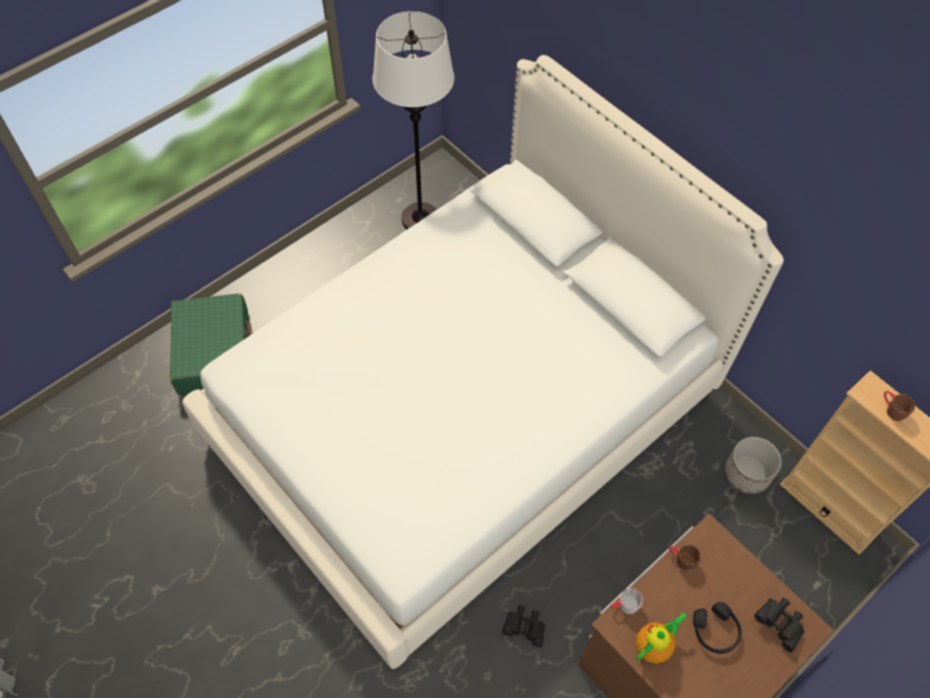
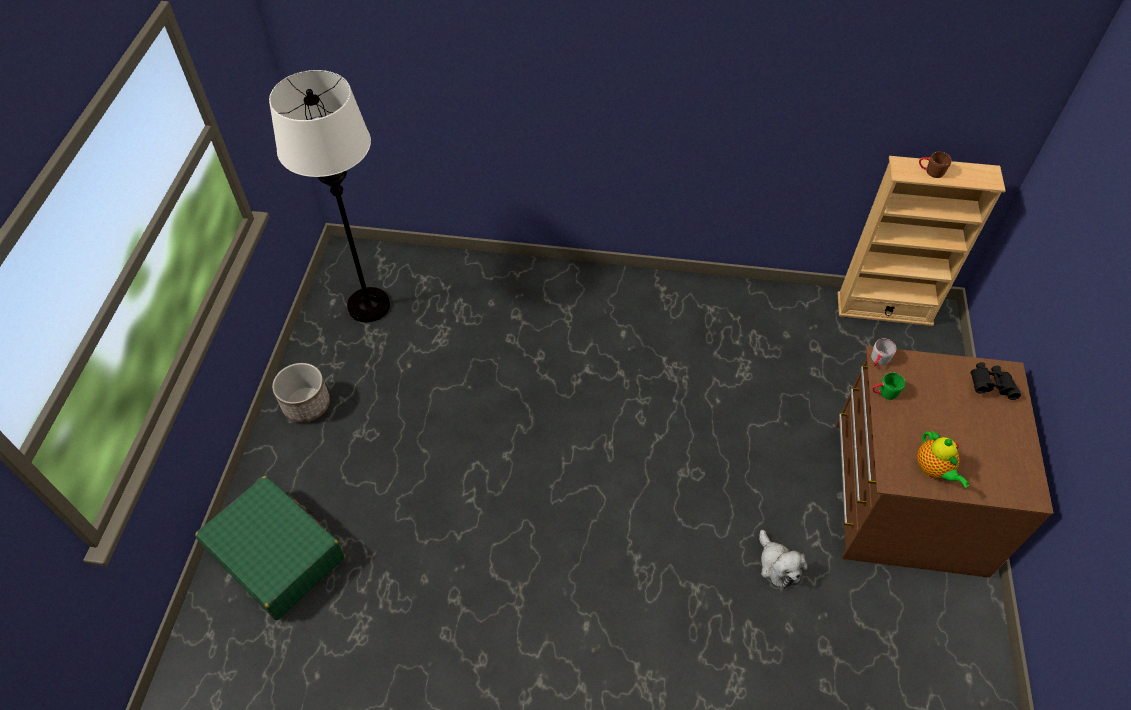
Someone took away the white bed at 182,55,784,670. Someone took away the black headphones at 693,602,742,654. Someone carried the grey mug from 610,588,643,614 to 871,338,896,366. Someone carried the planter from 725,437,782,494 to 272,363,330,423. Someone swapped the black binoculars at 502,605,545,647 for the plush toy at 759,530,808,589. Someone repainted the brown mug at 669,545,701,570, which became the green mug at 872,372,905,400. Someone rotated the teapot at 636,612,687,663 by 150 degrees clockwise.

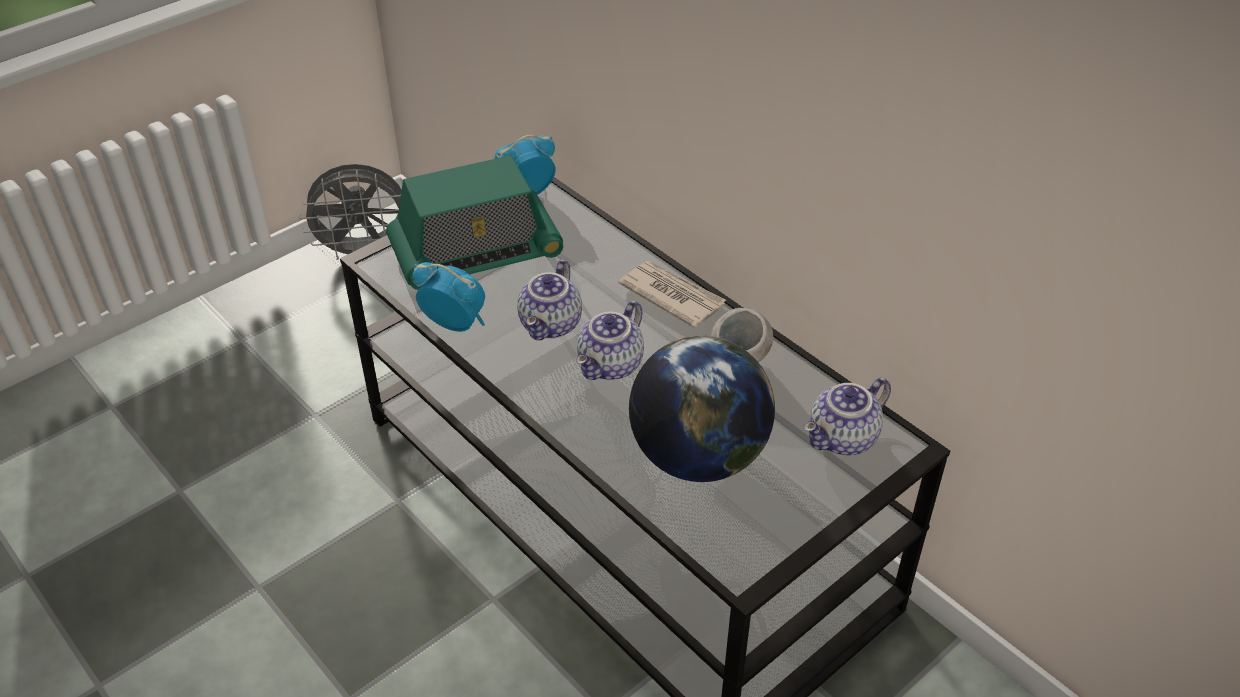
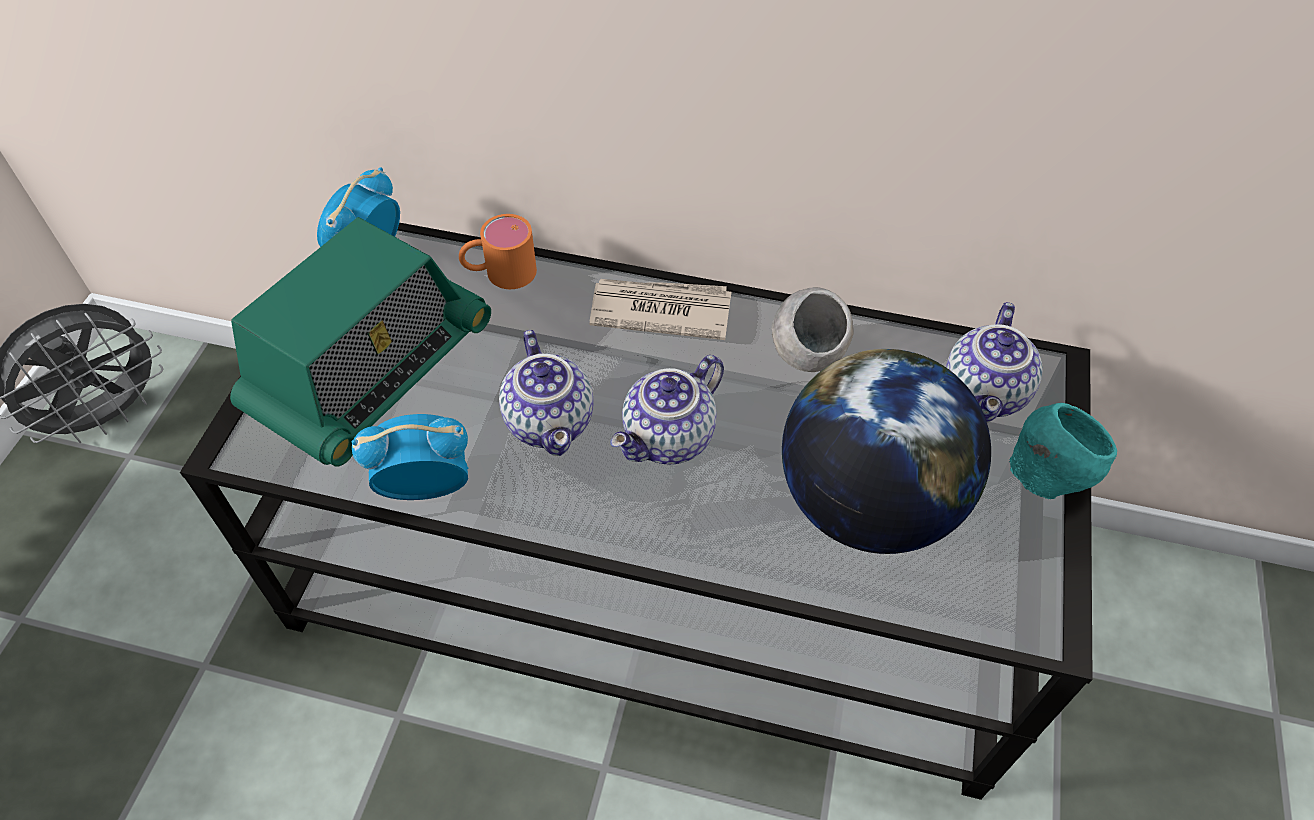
Someone put down the orange mug at 459,214,537,289. Someone put down the turquoise bowl at 1009,403,1117,499. Someone rotated the teapot at 576,301,644,380 by 45 degrees clockwise.

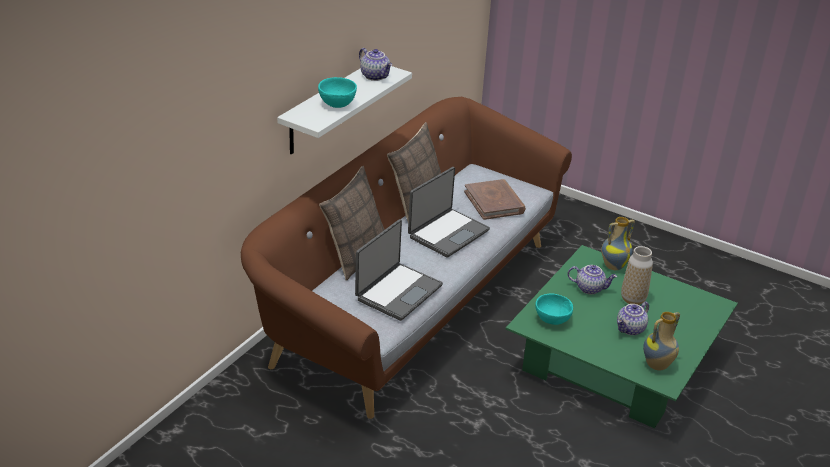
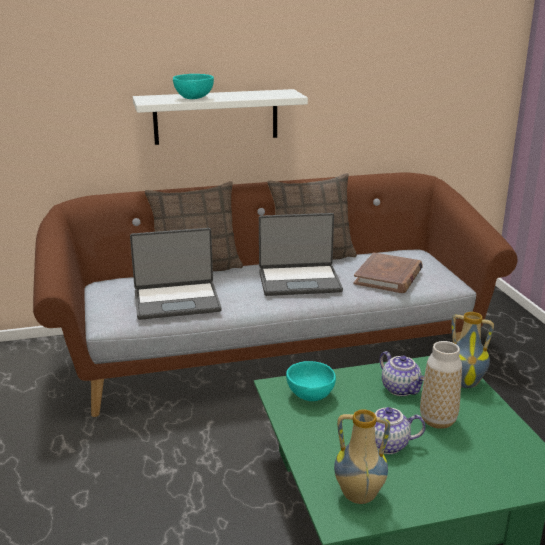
Someone took away the teapot at 359,48,392,81.

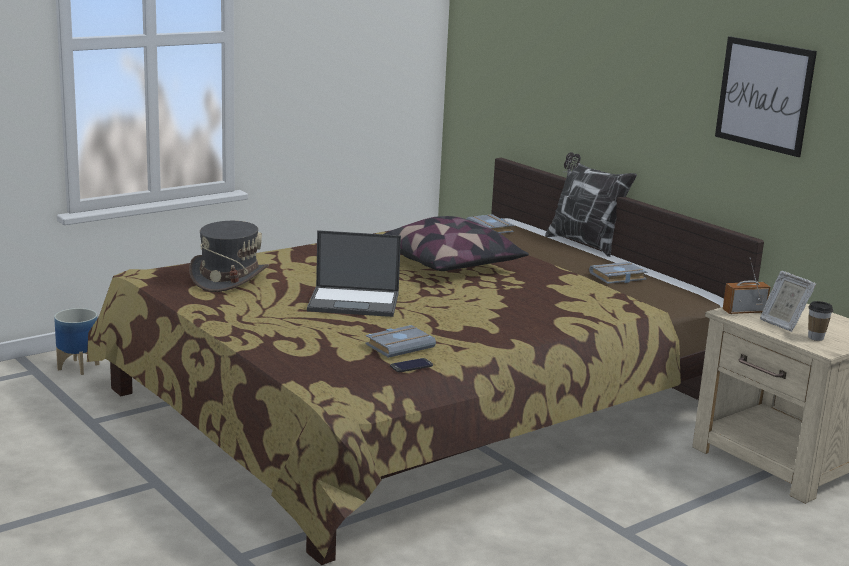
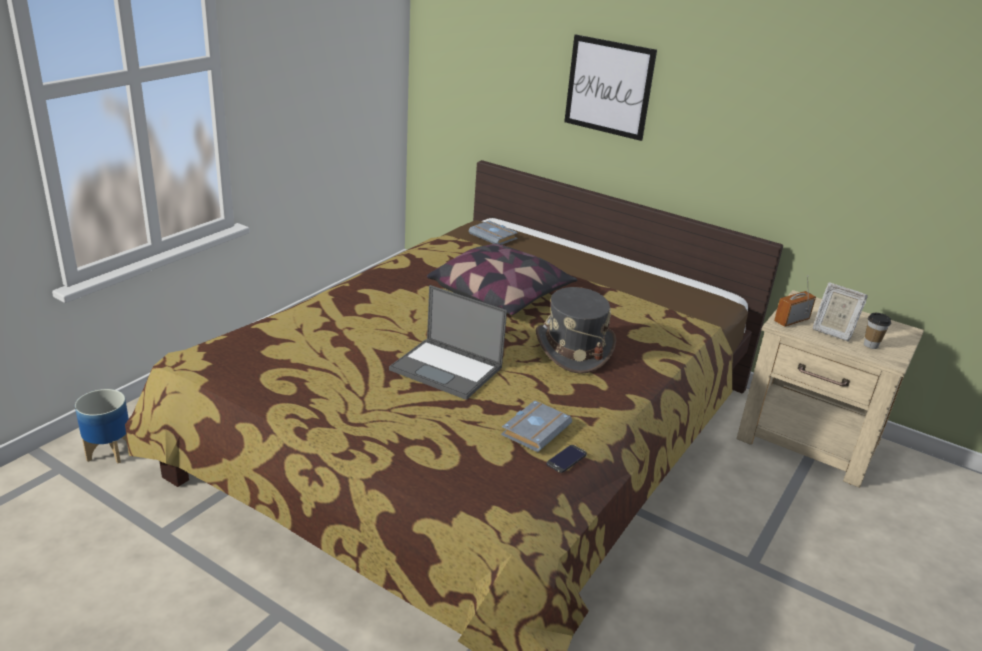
Someone took away the pillow at 545,152,637,257. Someone took away the grey book at 589,262,647,284. Someone carried the grey hat from 189,221,269,292 to 536,287,616,374. Someone carried the picture from 715,36,817,157 to 564,35,657,141. Someone rotated the laptop at 307,230,401,317 by 45 degrees clockwise.

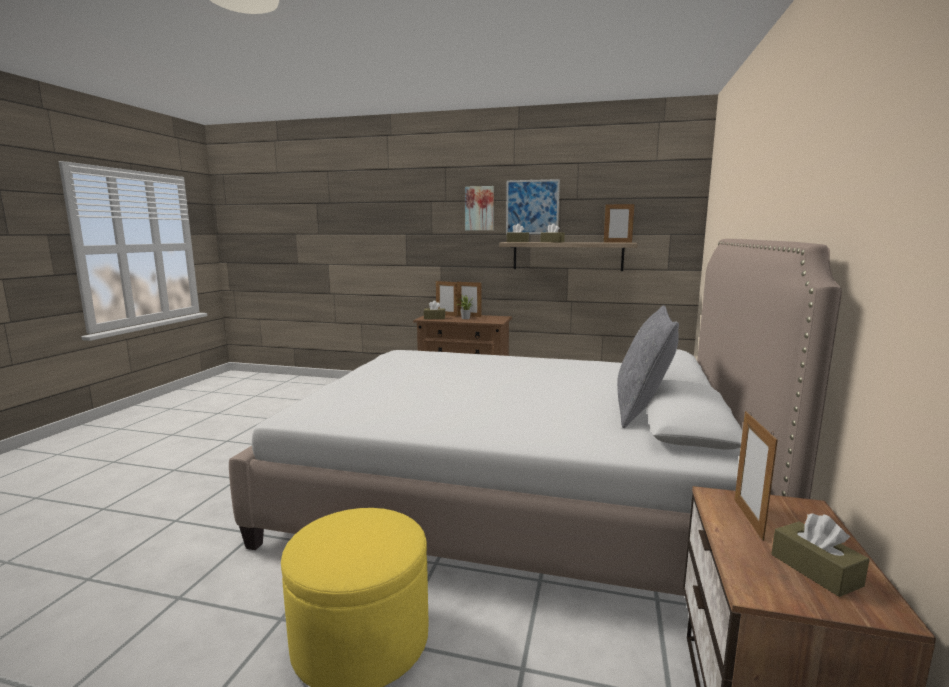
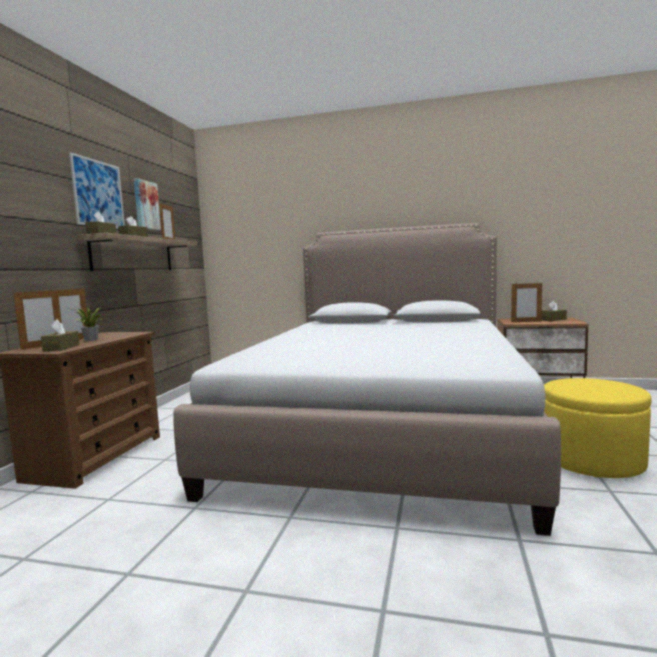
Someone took away the grey pillow at 617,305,679,428. Someone carried the picture from 465,186,494,230 to 134,178,161,230.

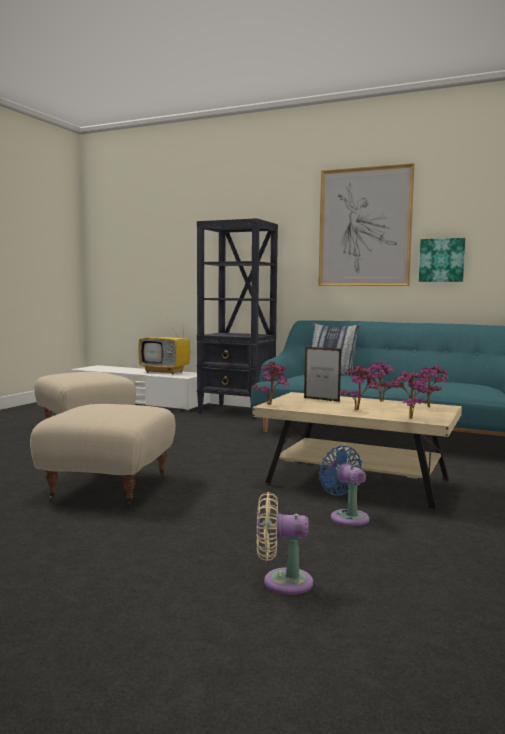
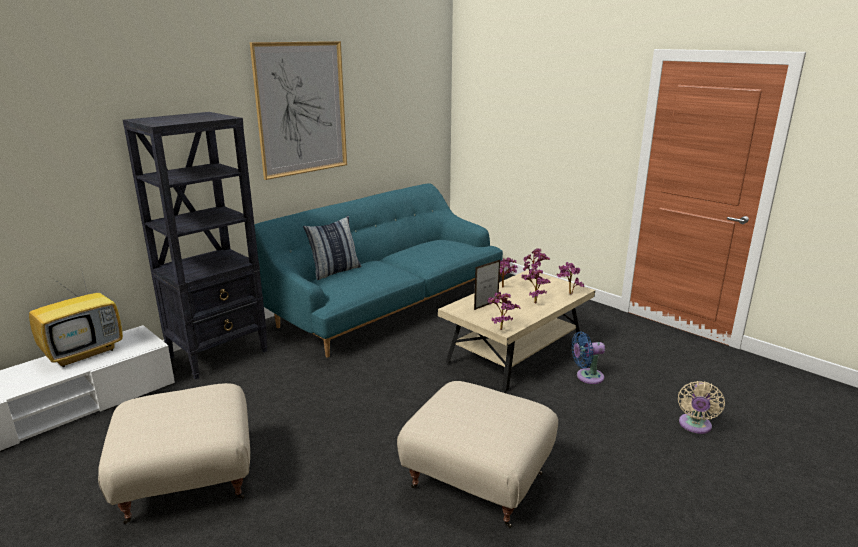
Someone took away the picture at 419,238,465,282.

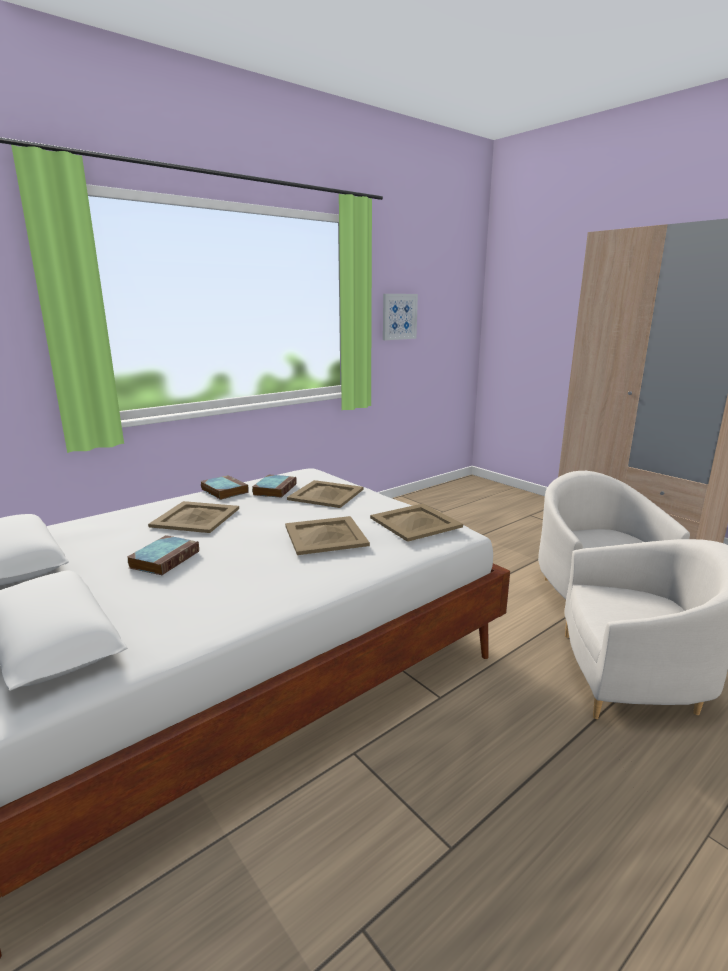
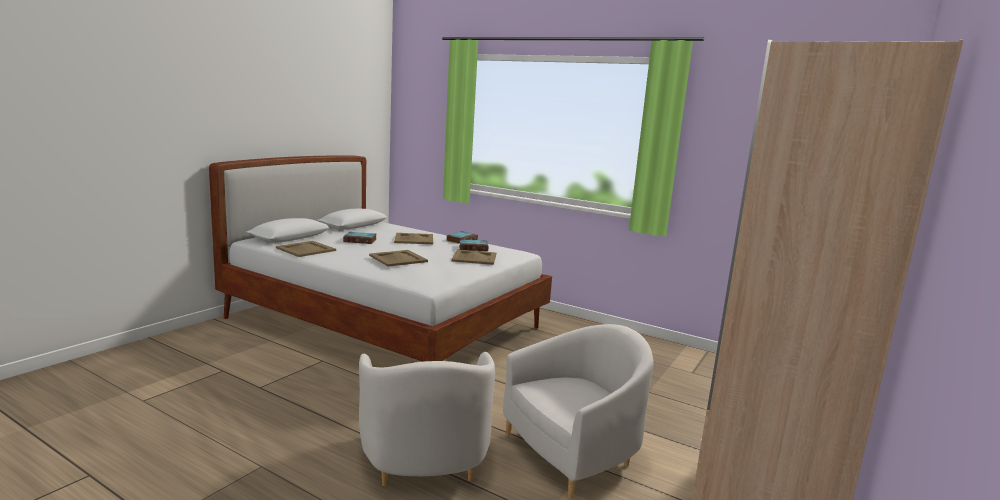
Someone took away the picture at 383,294,418,340. Someone carried the beige tray from 370,503,463,542 to 276,241,336,257.

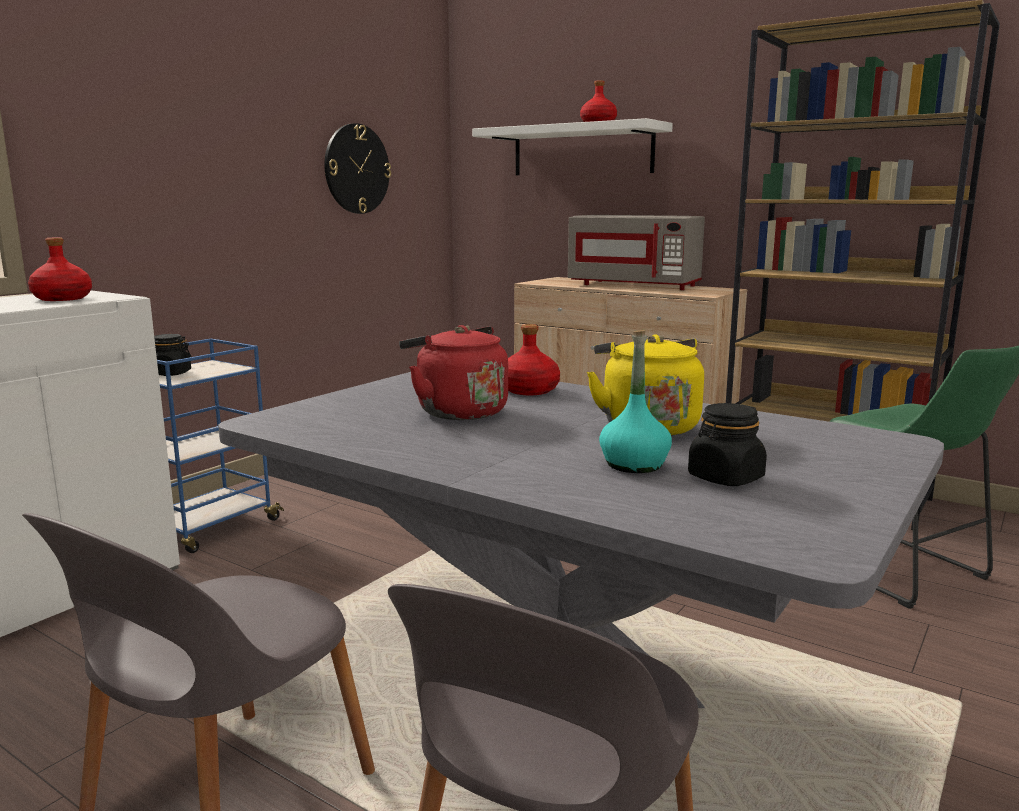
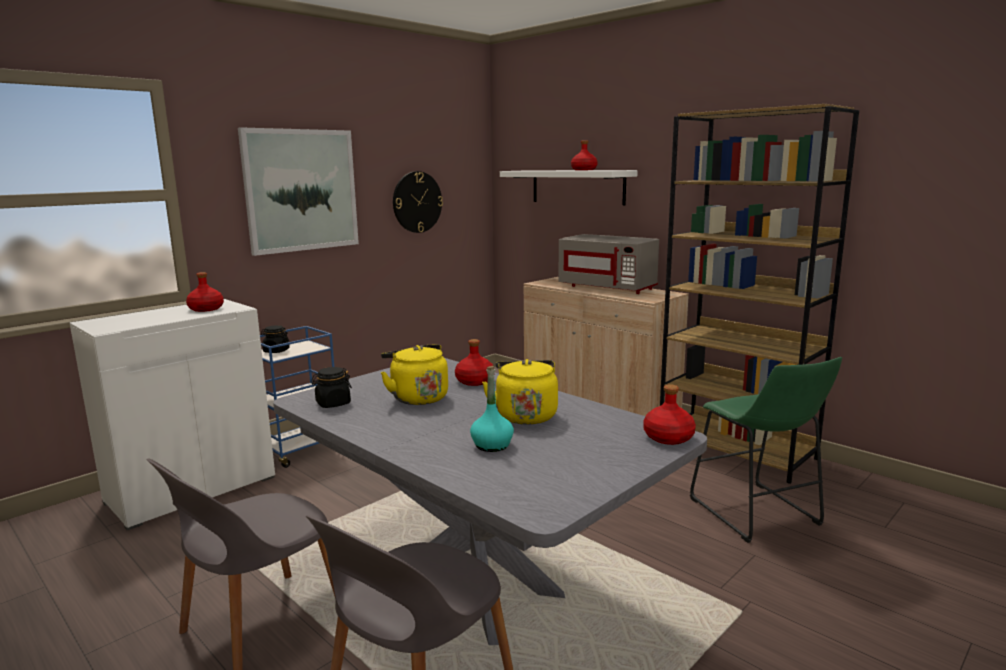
Someone put up the picture at 238,127,359,256. Someone put down the red bottle at 643,384,696,445. Someone carried the black jar from 688,403,767,486 to 311,367,352,408. Someone repainted the red kettle at 399,325,508,420, which became the yellow kettle at 380,344,448,405.

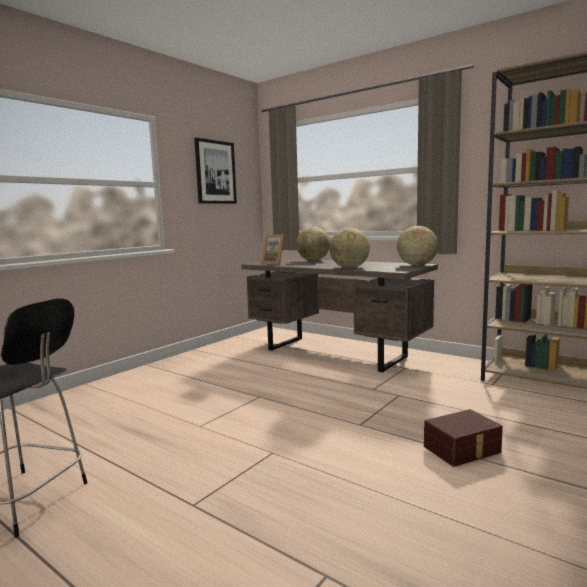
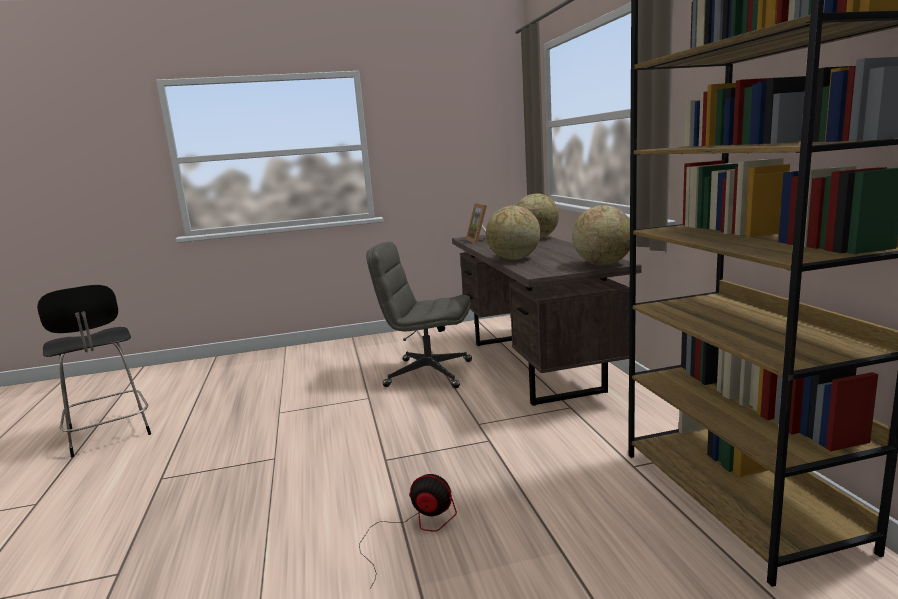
Someone took away the picture at 194,138,237,204. Someone put down the grey office chair at 366,241,472,388. Someone swapped the brown storage box at 424,409,503,467 for the fan at 359,474,457,589.

